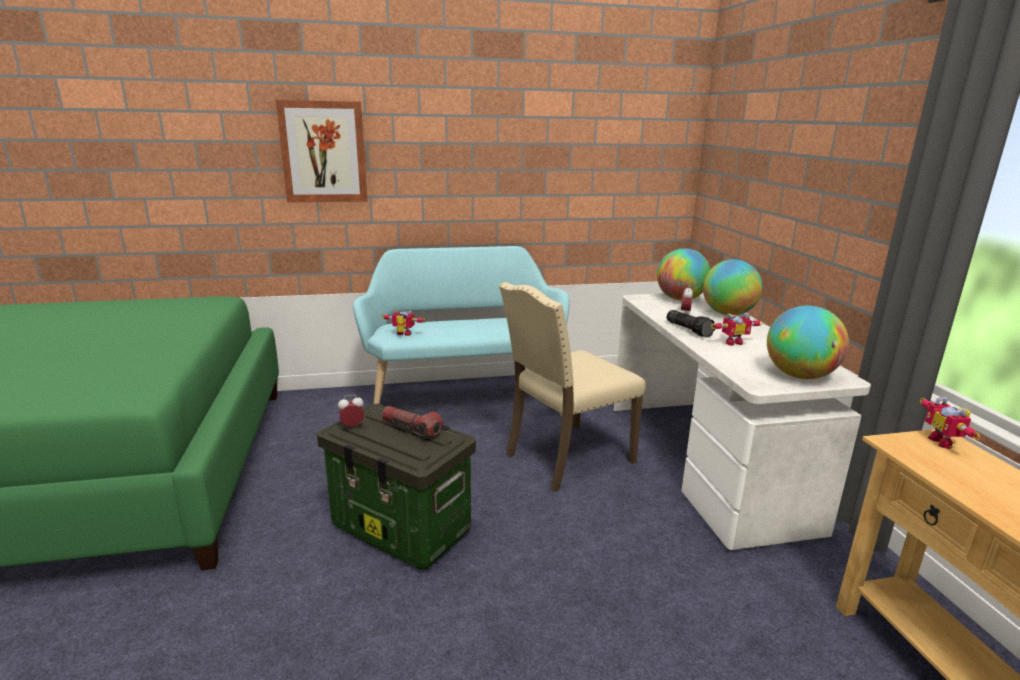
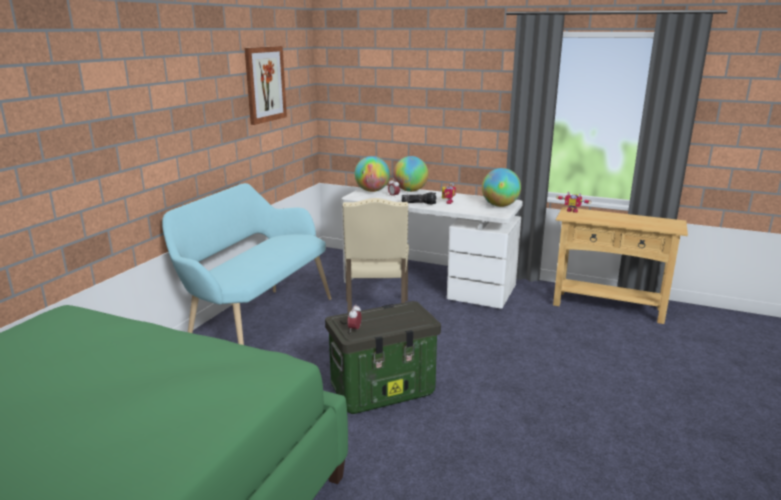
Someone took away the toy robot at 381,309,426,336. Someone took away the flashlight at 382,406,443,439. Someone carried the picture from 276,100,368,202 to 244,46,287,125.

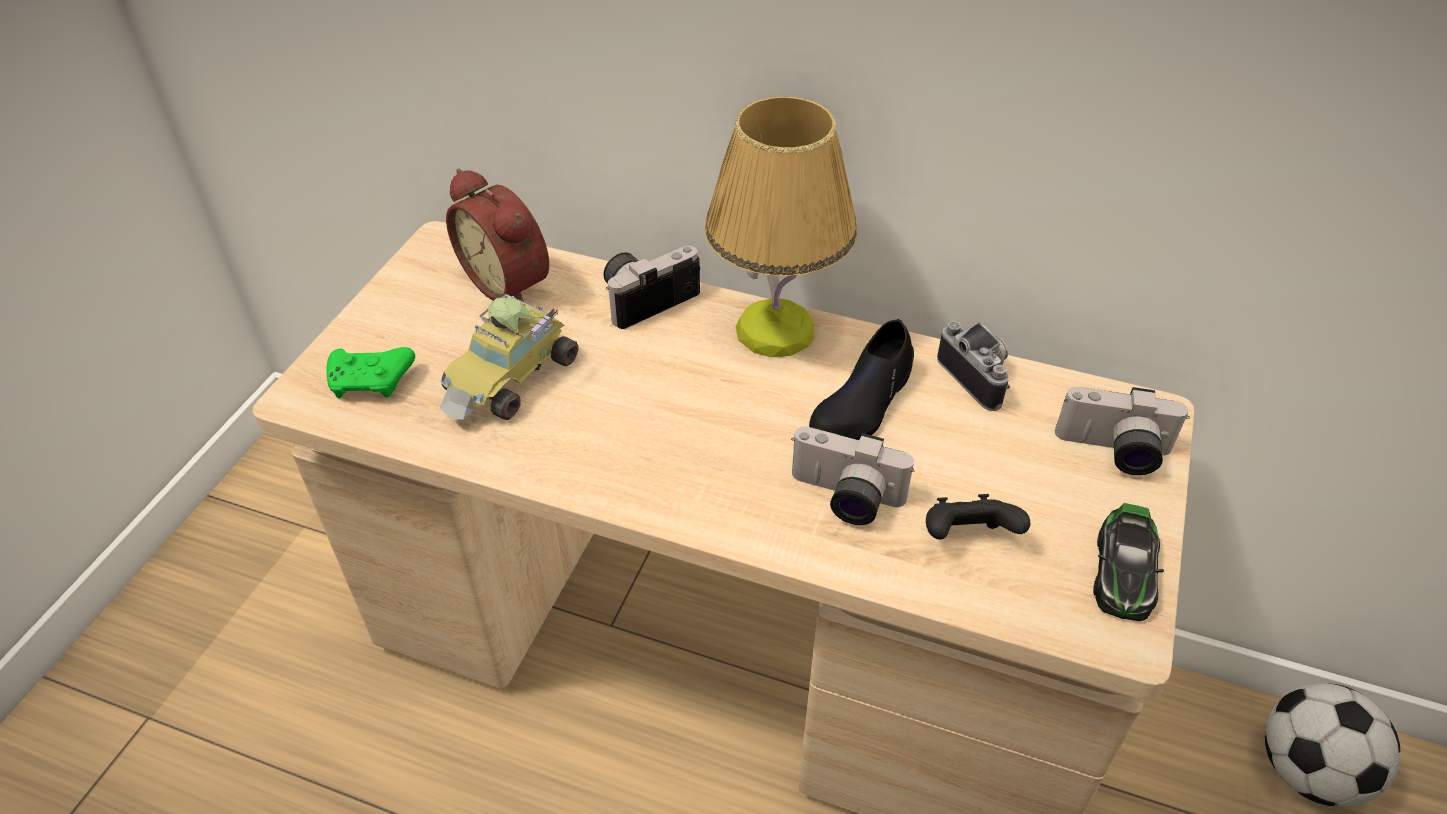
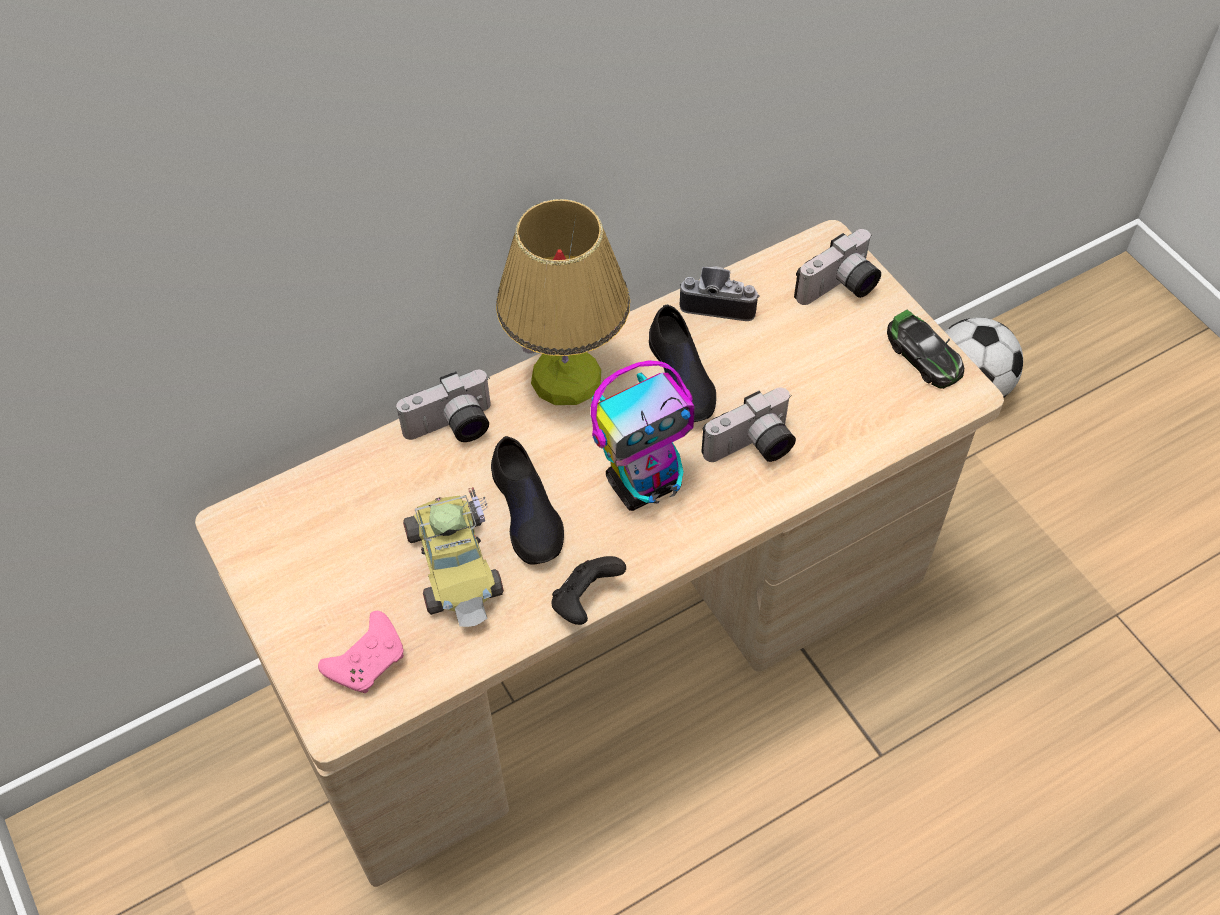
Someone took away the alarm clock at 446,169,549,305. Someone put down the black shoe at 491,436,564,565. Someone put down the toy robot at 591,360,695,511. Someone carried the black game controller from 926,494,1030,540 to 551,556,626,625. Someone repainted the green game controller at 326,347,415,398, which became the pink game controller at 318,611,404,693. Someone rotated the photo camera at 603,246,700,329 by 120 degrees counterclockwise.

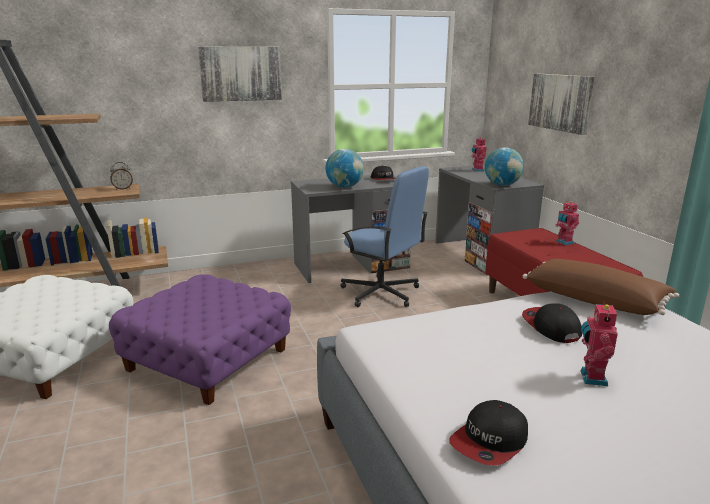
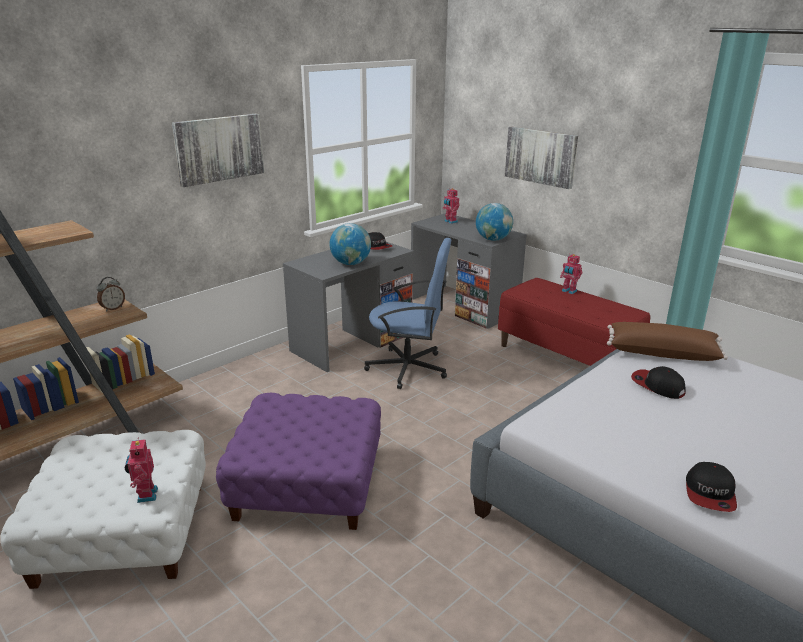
Someone carried the toy robot from 580,301,618,386 to 125,437,158,503.

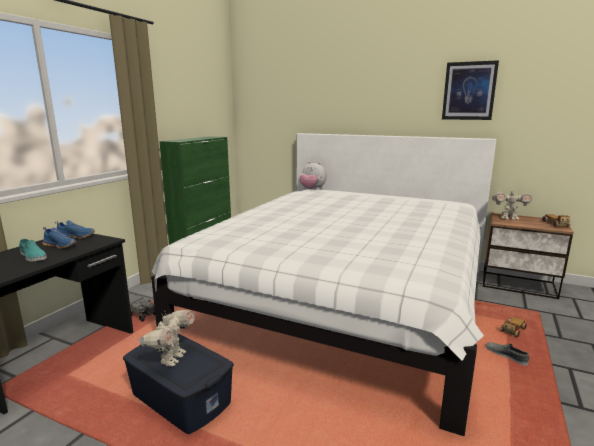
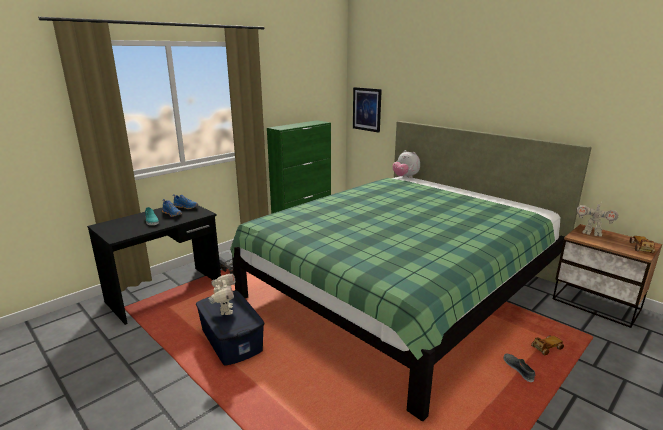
Someone carried the picture from 442,60,499,120 to 353,87,382,133. Someone repainted the white bed at 151,133,496,436, which became the green bed at 230,121,592,421. Someone rotated the toy robot at 139,310,195,367 by 45 degrees counterclockwise.

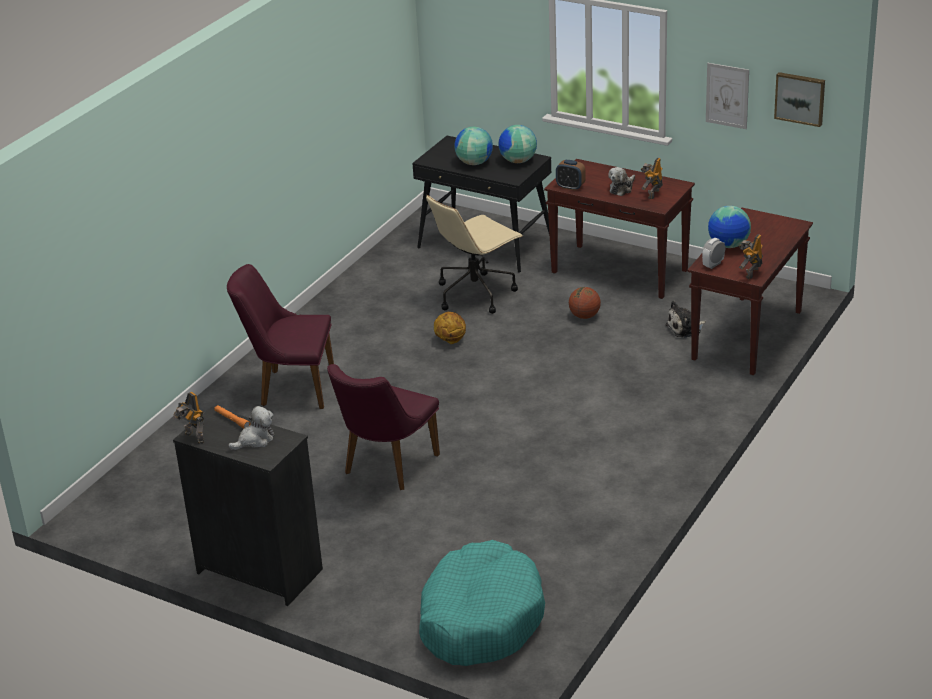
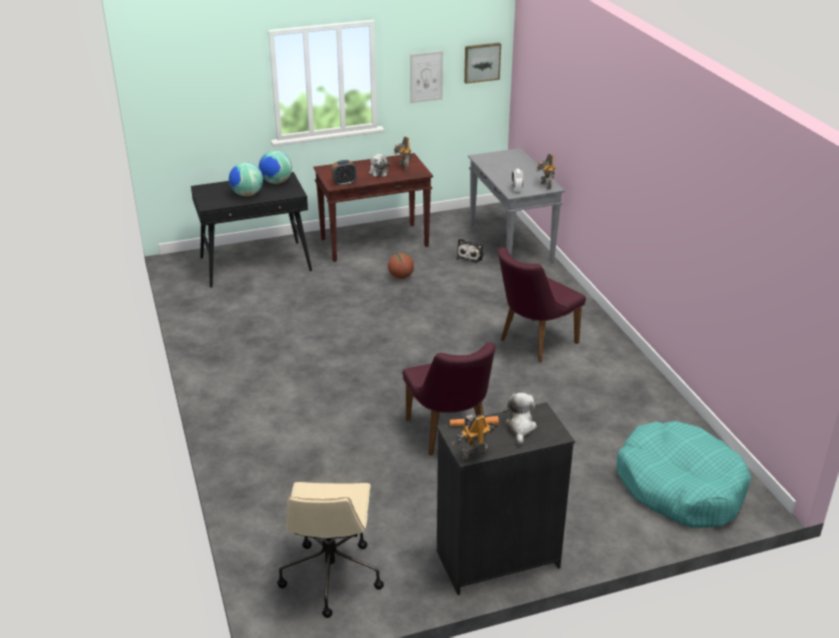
Someone took away the basketball at 434,312,466,344. Someone took away the globe at 708,206,751,248. Someone carried the purple chair from 227,264,334,409 to 498,247,586,362. Someone carried the beige office chair from 426,195,523,314 to 277,482,384,618. Someone repainted the brown console table at 688,208,813,375, which became the grey console table at 468,148,565,263. Someone rotated the toy robot at 173,392,204,444 by 150 degrees clockwise.

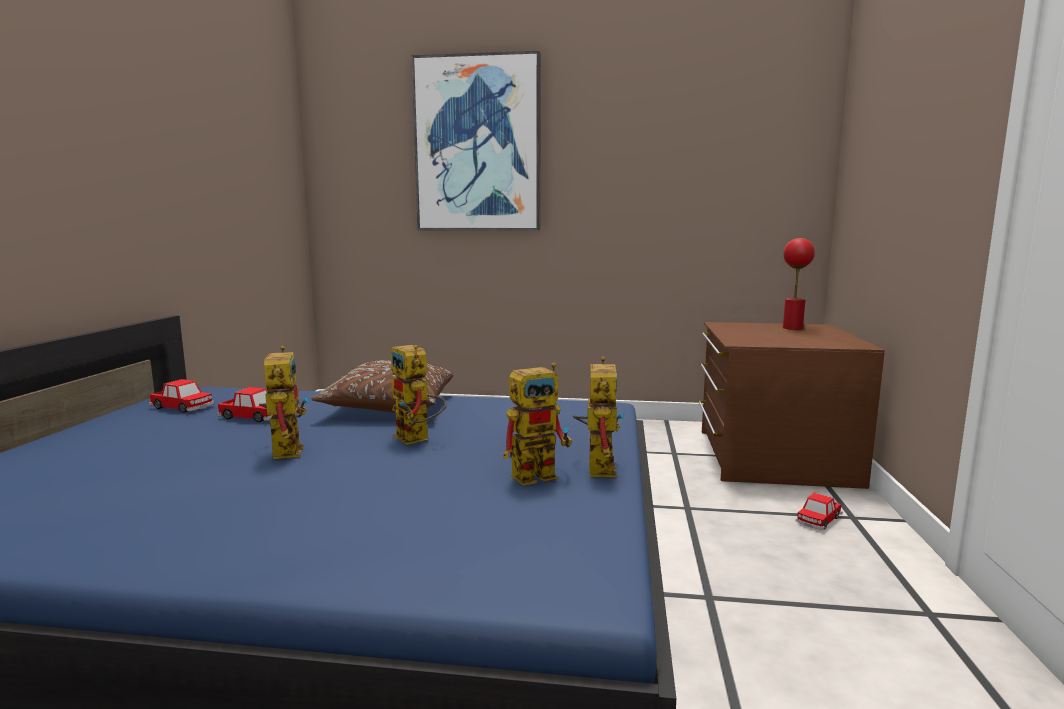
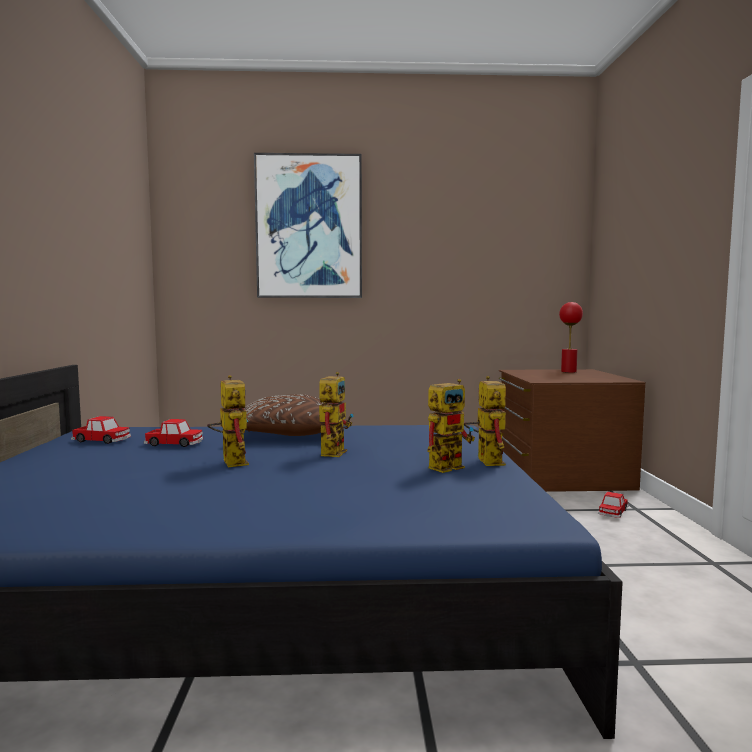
Someone rotated the toy robot at 391,345,447,445 by 120 degrees counterclockwise.

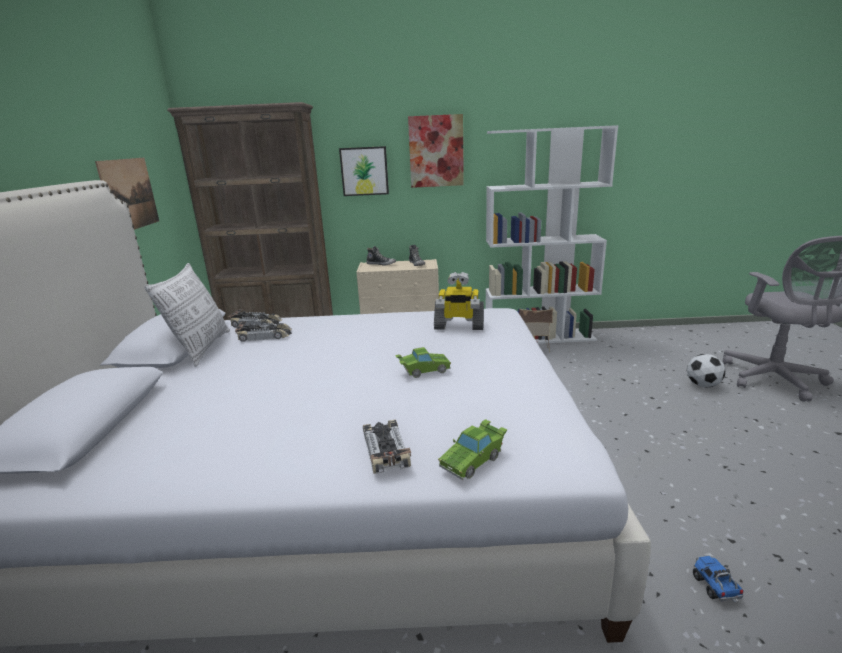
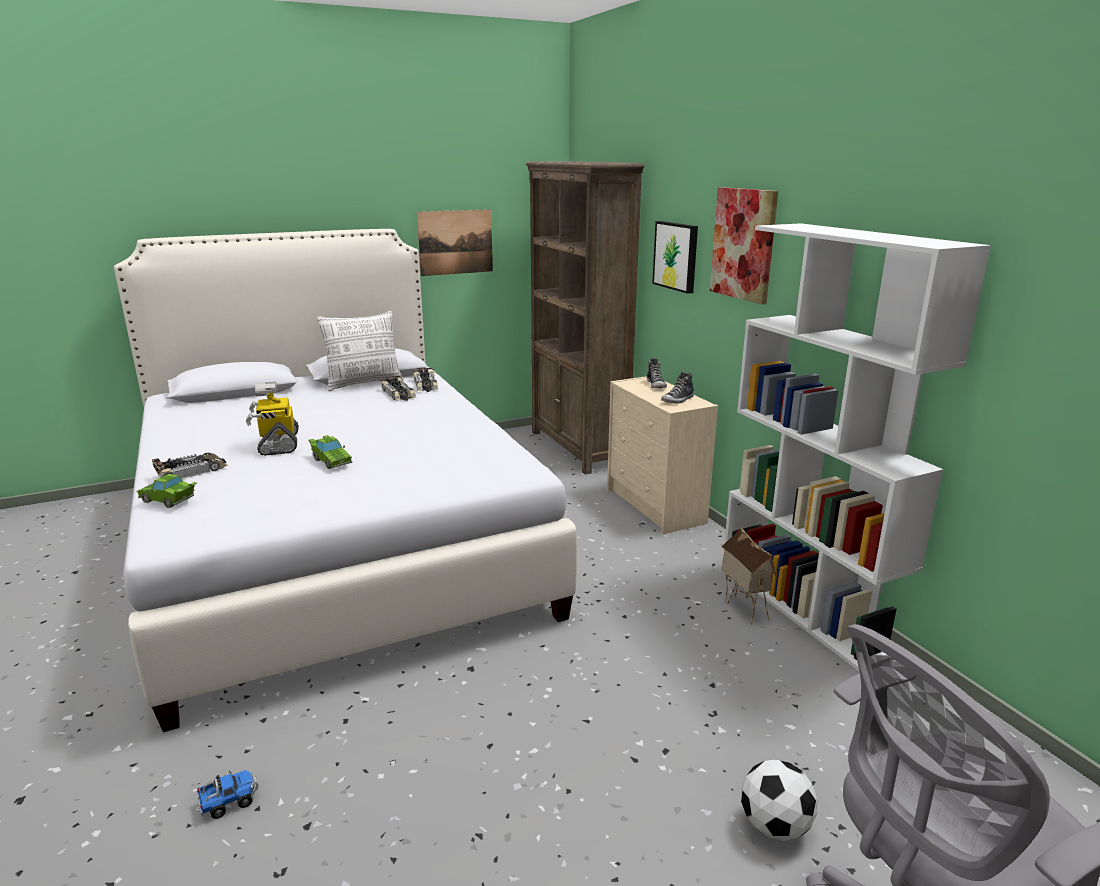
Someone carried the toy robot from 434,272,484,330 to 246,382,299,456.

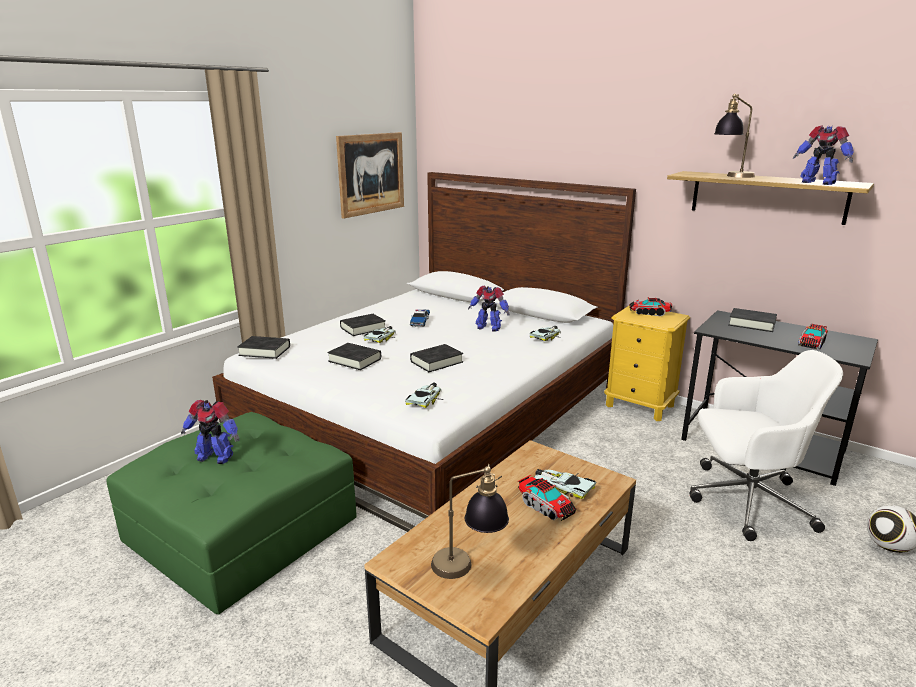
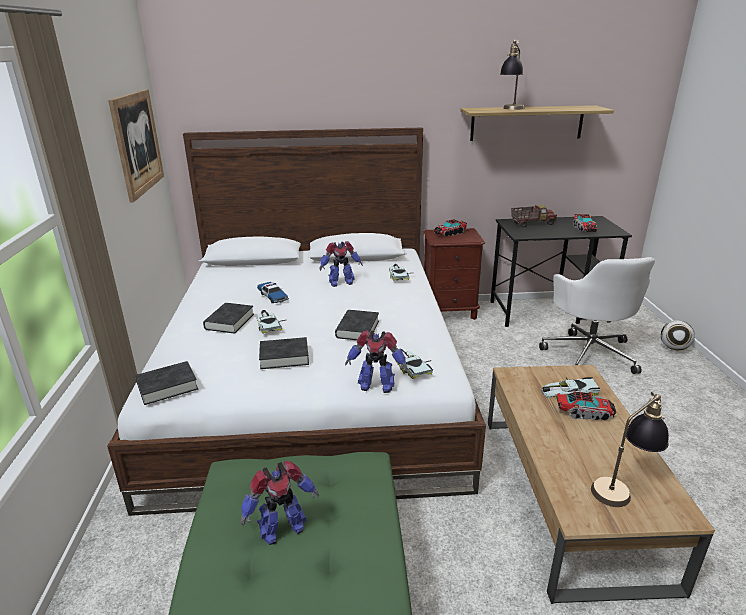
Someone carried the toy robot from 793,126,854,185 to 345,330,407,393. Someone swapped the black book at 728,308,777,332 for the toy truck at 511,205,557,228. Someone repainted the yellow nightstand at 604,306,690,421, which became the brown nightstand at 424,228,485,320. Someone rotated the white office chair at 689,350,843,541 by 120 degrees clockwise.

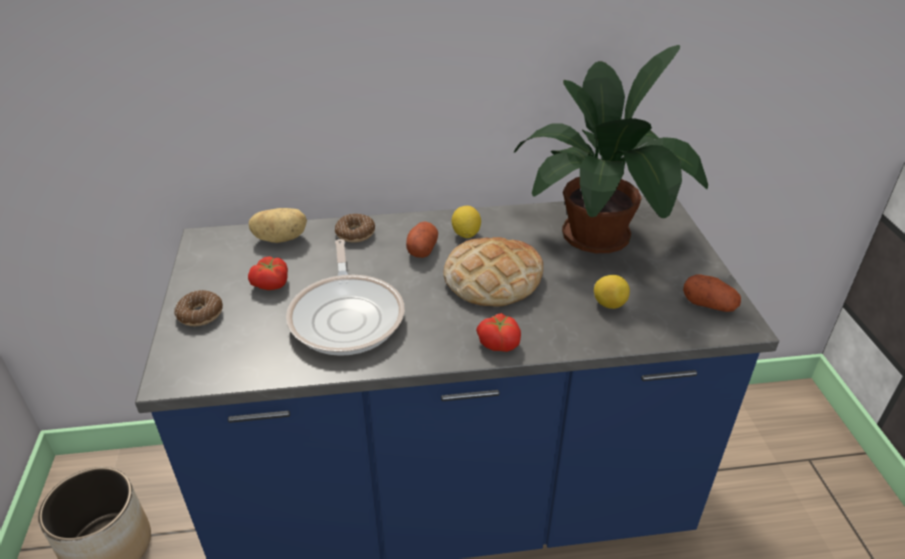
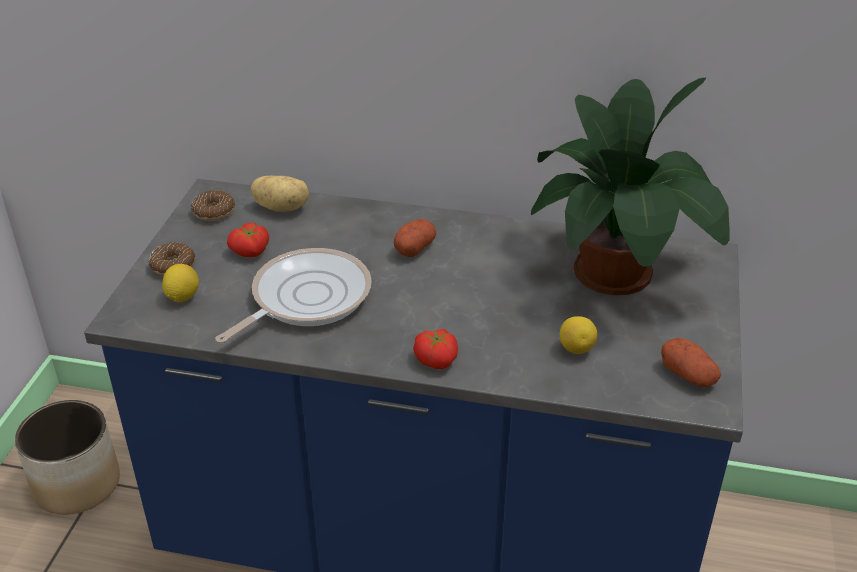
Someone took away the bread at 443,237,543,307. Someone carried the donut from 335,214,375,243 to 191,190,235,221. Someone carried the lemon from 452,206,481,238 to 162,264,199,302. Someone rotated the frying pan at 286,239,405,356 by 150 degrees counterclockwise.

